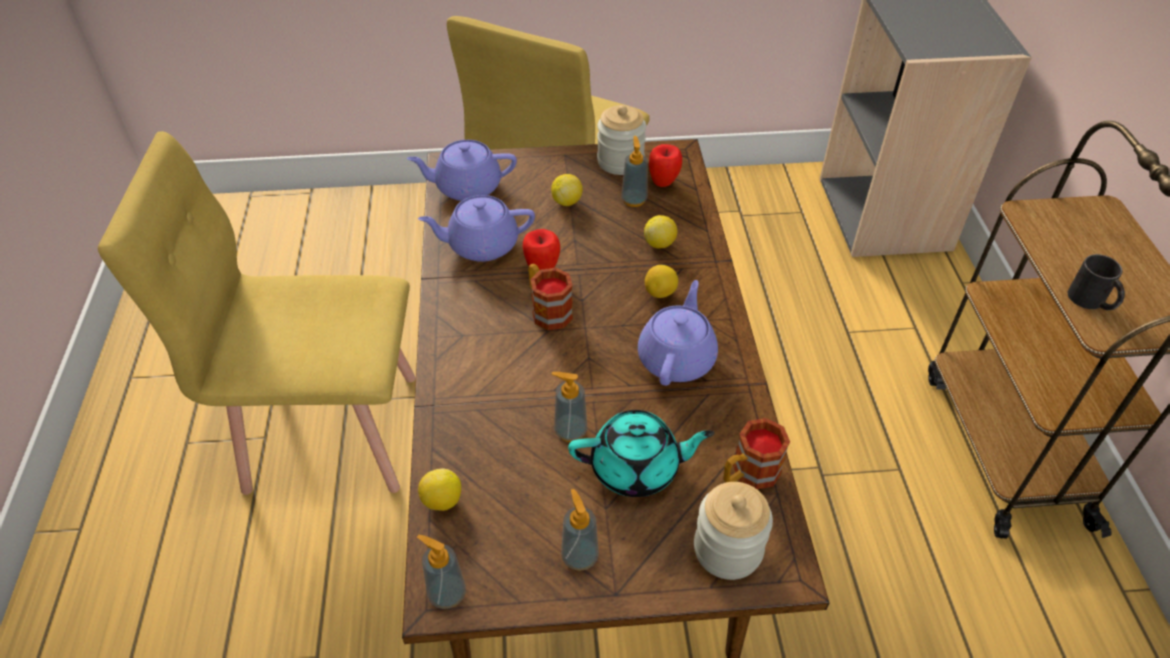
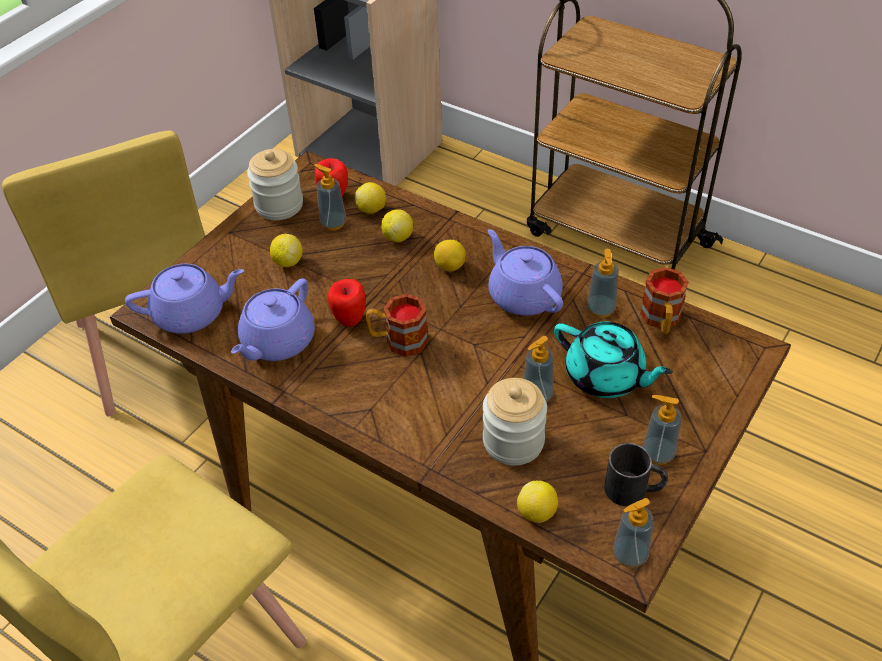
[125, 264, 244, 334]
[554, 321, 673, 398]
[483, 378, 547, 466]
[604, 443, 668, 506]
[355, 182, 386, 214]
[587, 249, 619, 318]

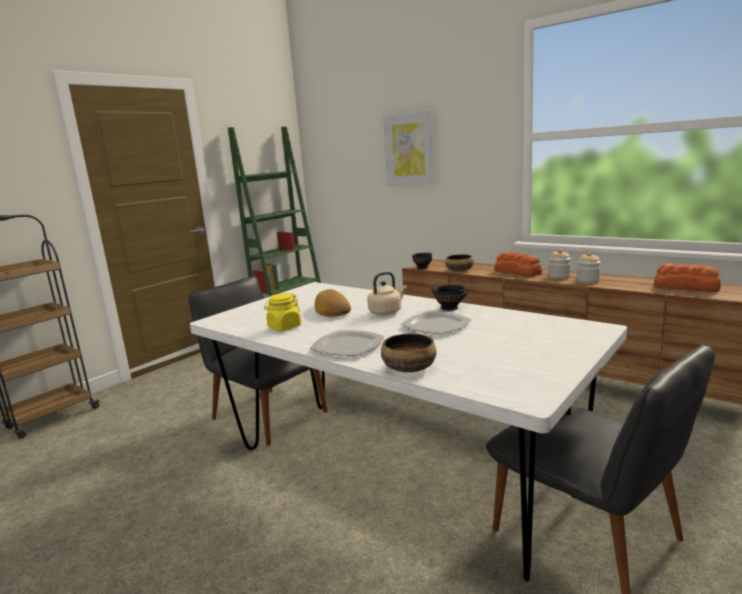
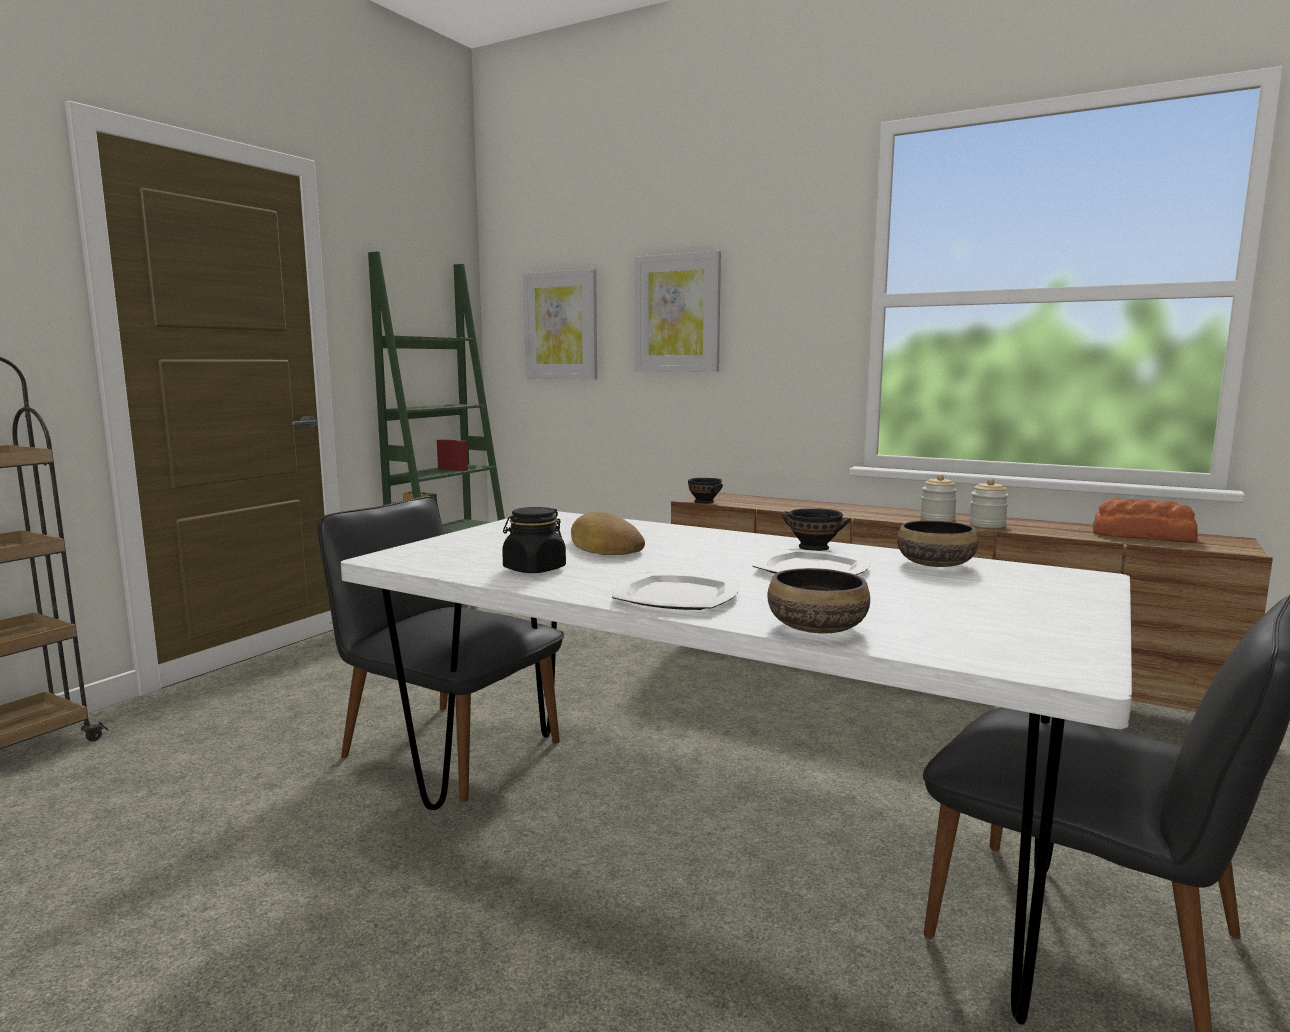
[502, 507, 566, 573]
[367, 272, 407, 315] (first image)
[897, 520, 979, 567]
[494, 252, 542, 277] (first image)
[523, 269, 597, 380]

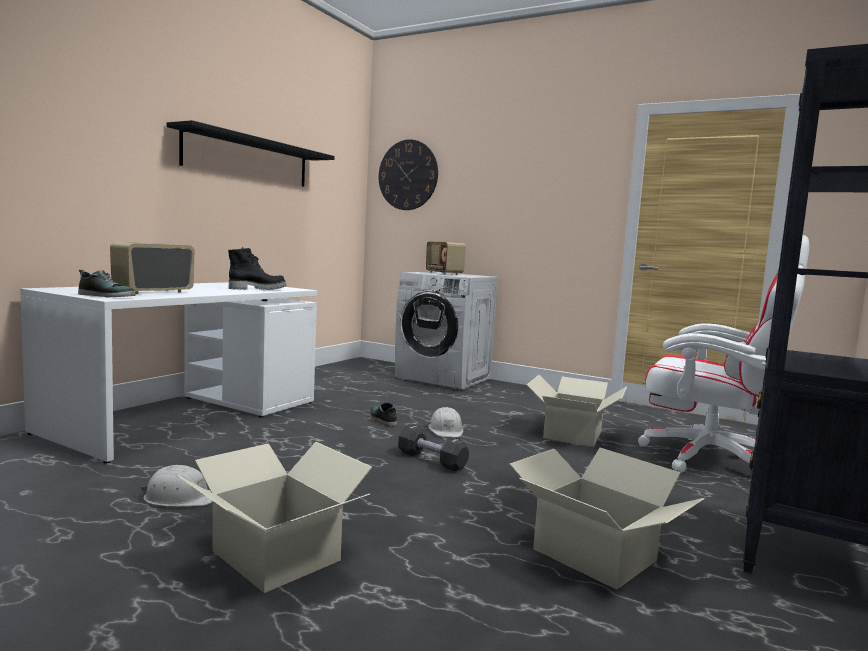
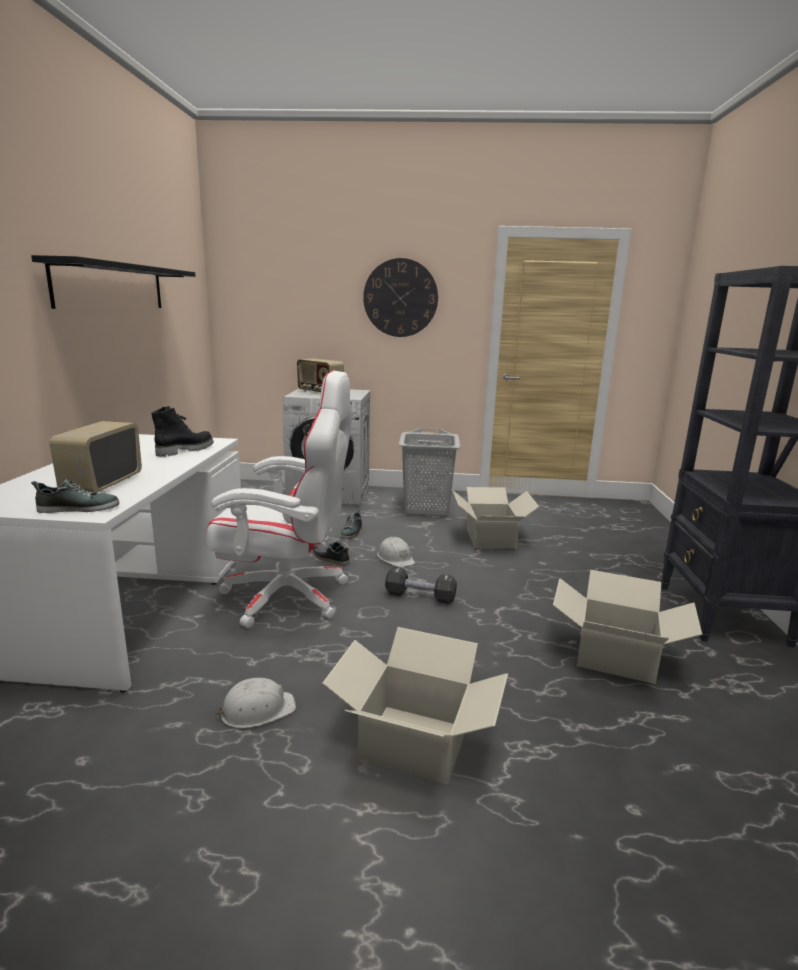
[363, 258, 438, 337]
[206, 370, 352, 628]
[340, 511, 362, 539]
[399, 428, 460, 516]

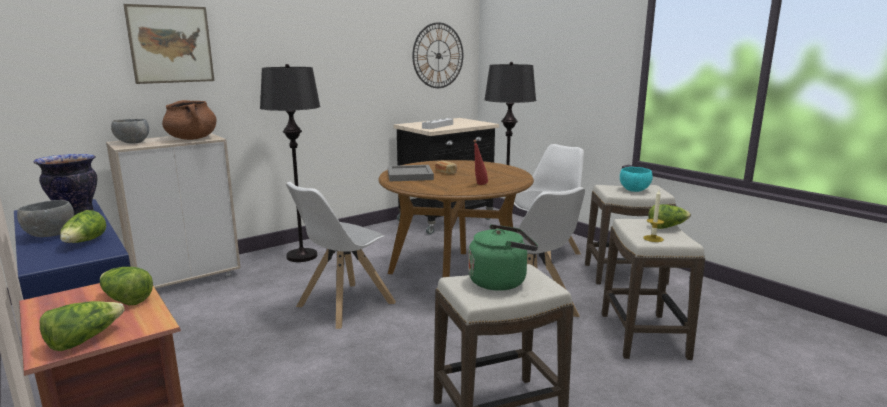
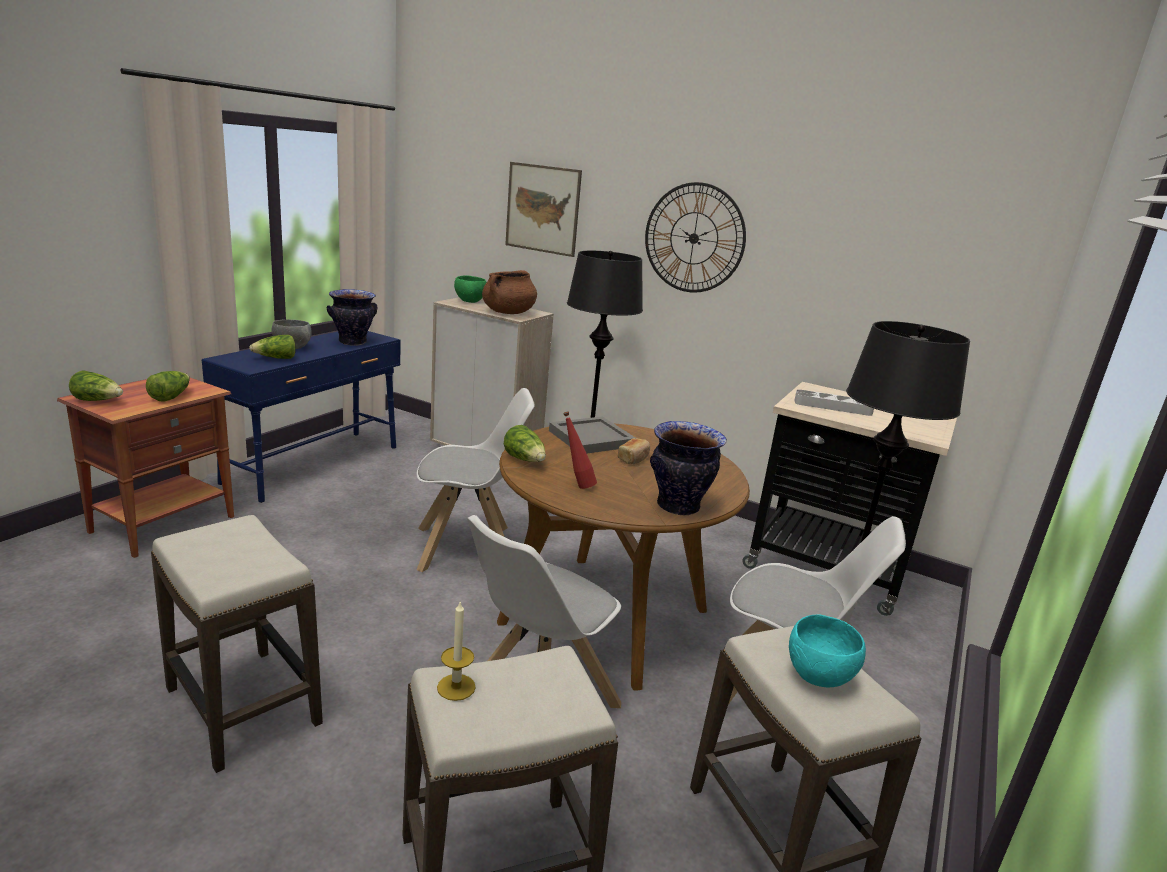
[454, 275, 487, 303]
[416, 388, 535, 572]
[645, 182, 746, 293]
[468, 224, 538, 291] (first image)
[504, 425, 546, 462]
[650, 421, 727, 515]

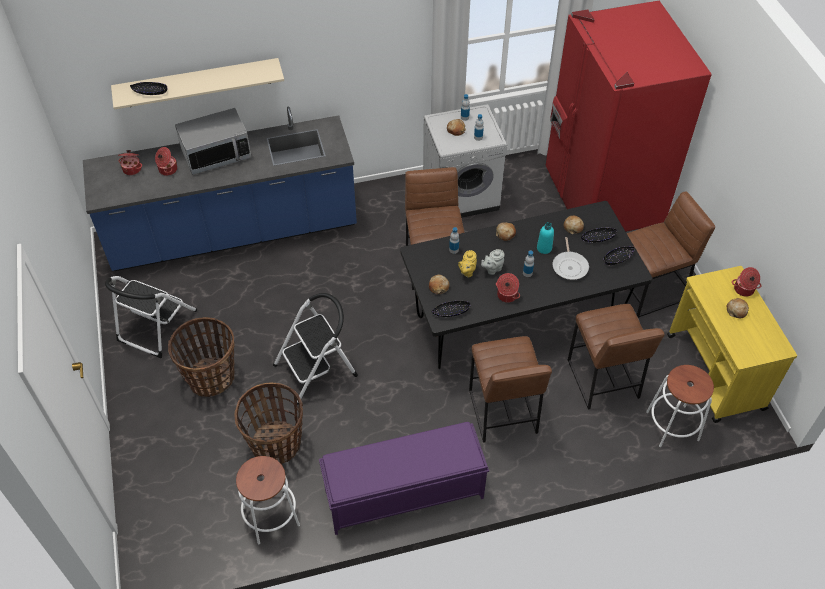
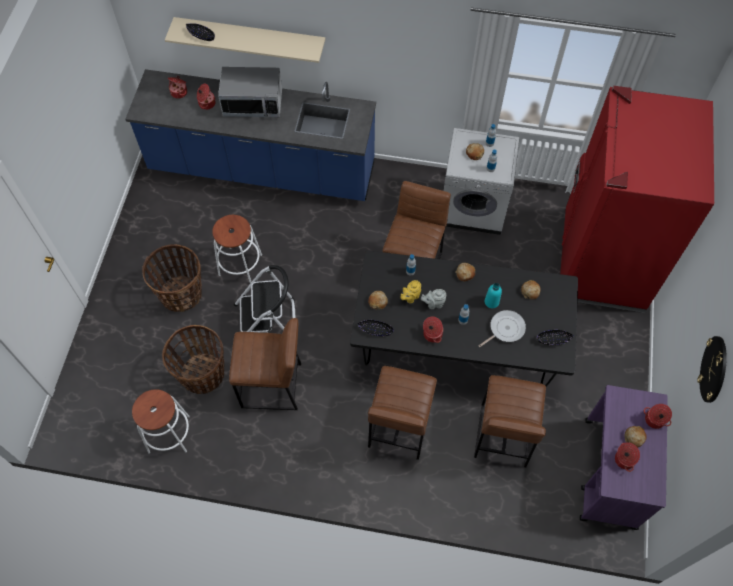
[105, 276, 197, 358] (first image)
[319, 422, 489, 535] (first image)
[478, 310, 526, 347]
[581, 228, 617, 243] (first image)
[229, 318, 301, 410]
[212, 215, 262, 283]
[580, 385, 668, 530]
[615, 442, 640, 472]
[697, 336, 727, 403]

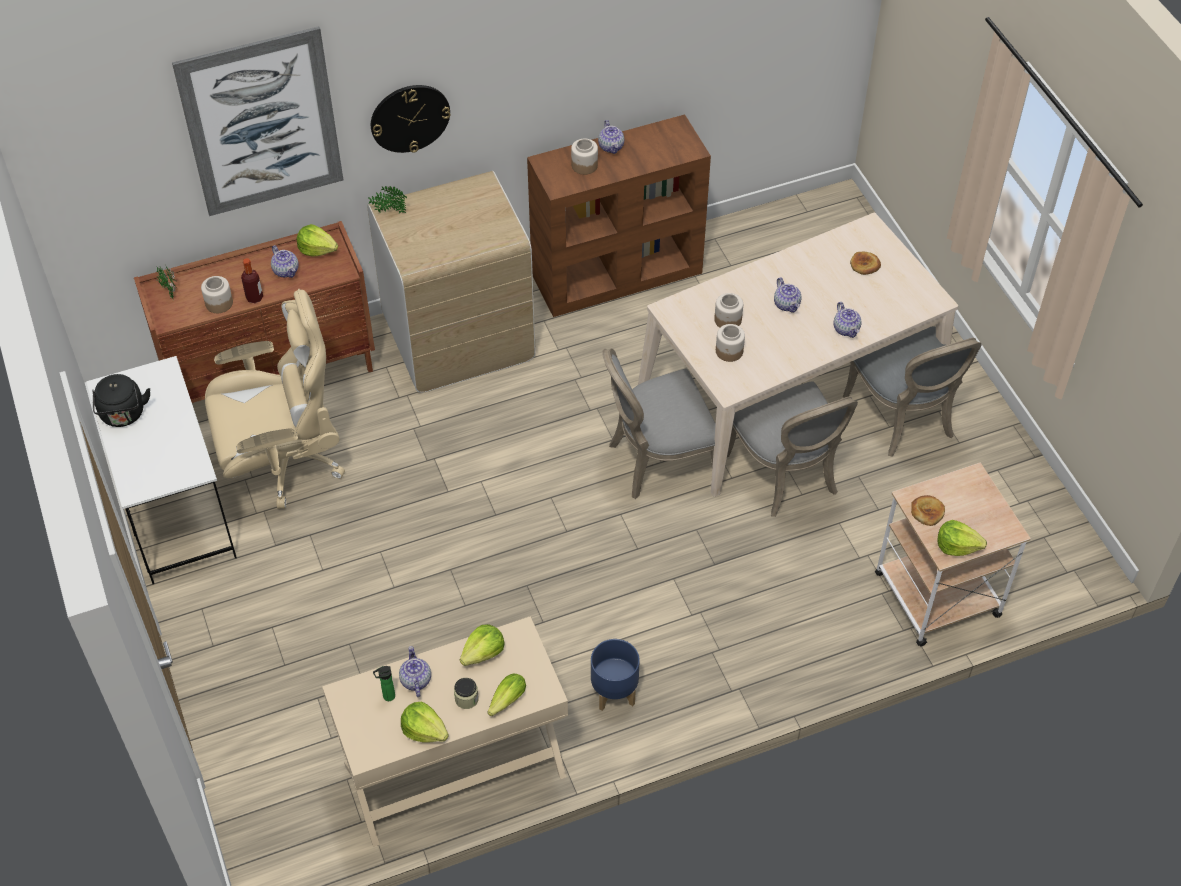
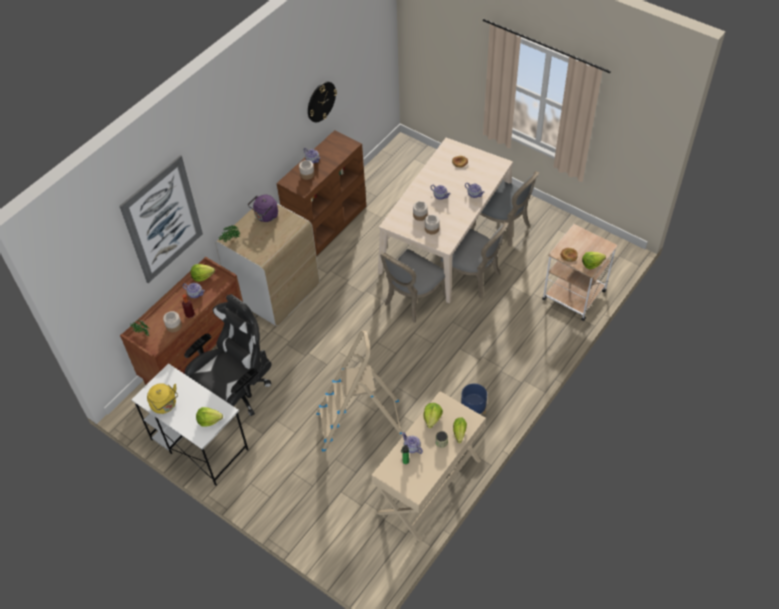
[147, 383, 178, 414]
[184, 294, 272, 416]
[308, 81, 337, 122]
[196, 407, 223, 427]
[248, 195, 278, 222]
[316, 331, 403, 451]

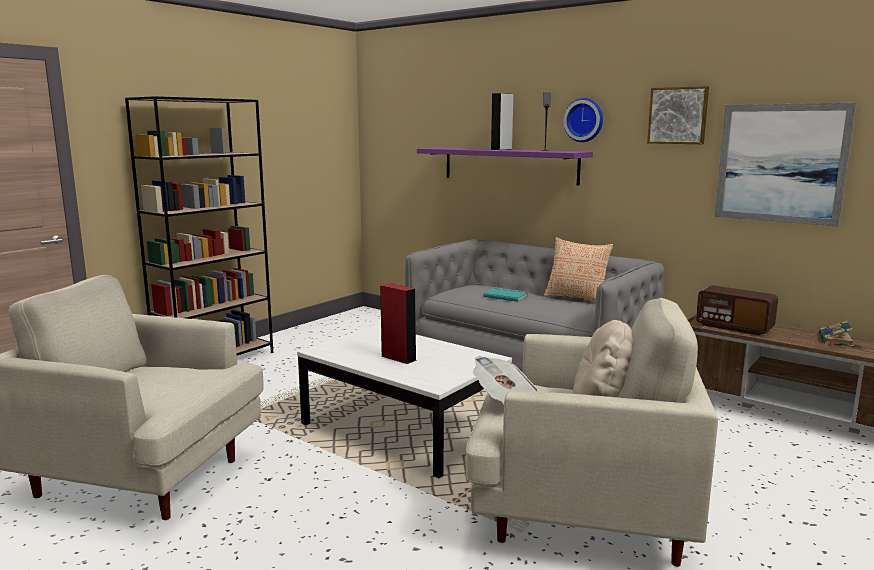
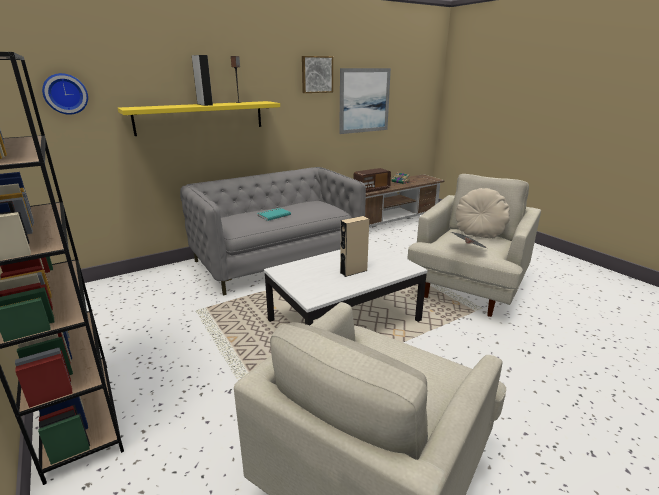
[340, 216, 369, 277]
[118, 101, 280, 136]
[544, 237, 613, 302] (first image)
[42, 73, 88, 115]

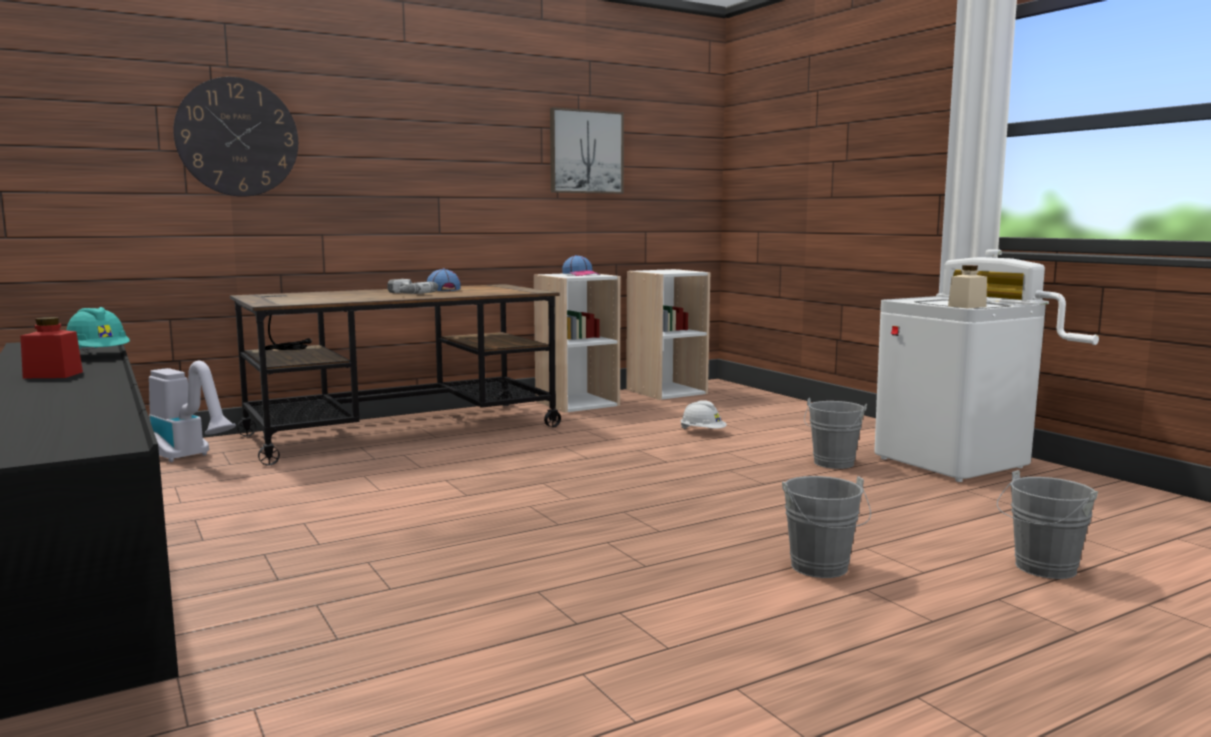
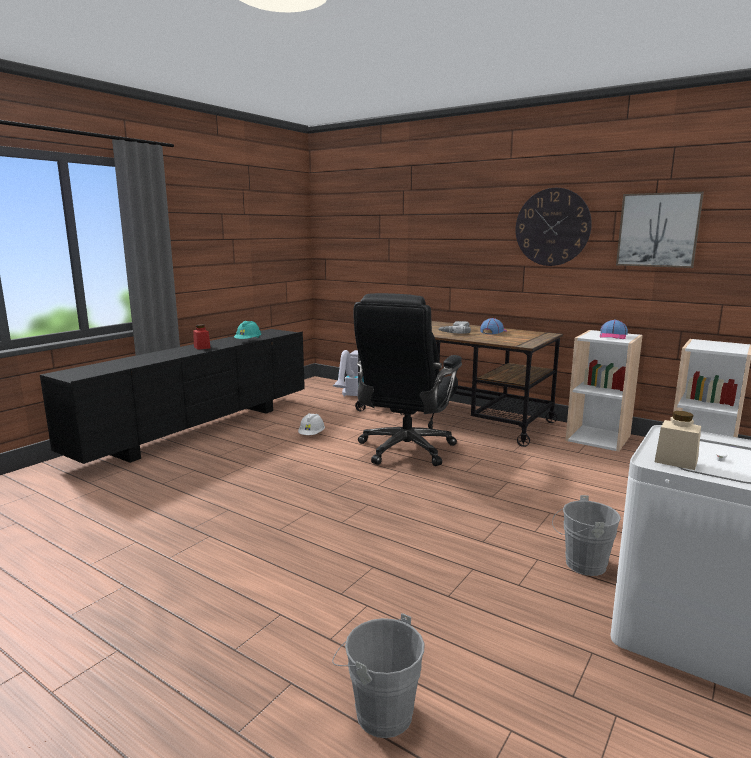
[515, 188, 592, 266]
[298, 413, 325, 435]
[782, 476, 871, 578] (first image)
[353, 293, 462, 466]

